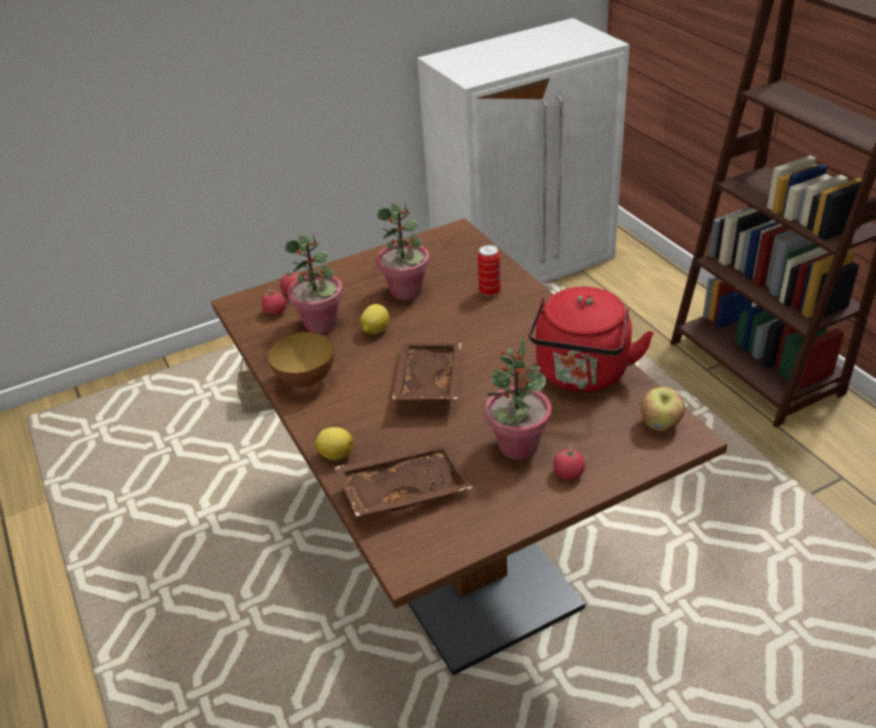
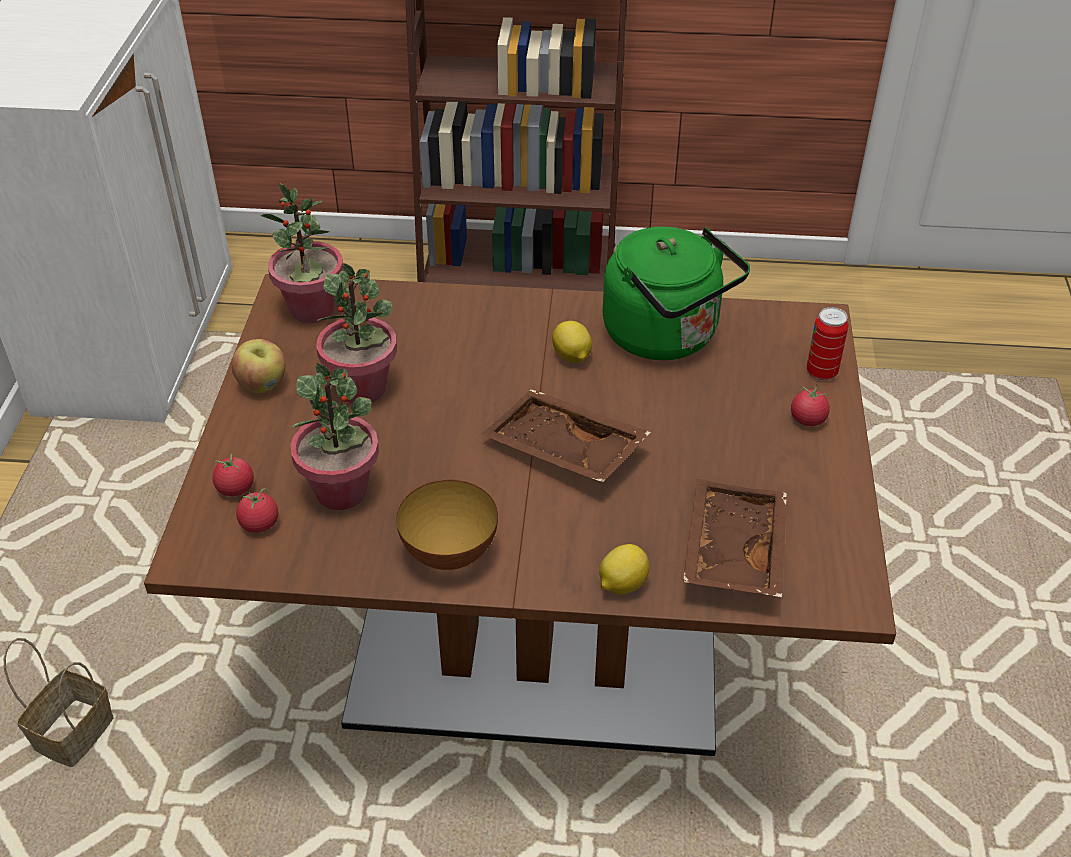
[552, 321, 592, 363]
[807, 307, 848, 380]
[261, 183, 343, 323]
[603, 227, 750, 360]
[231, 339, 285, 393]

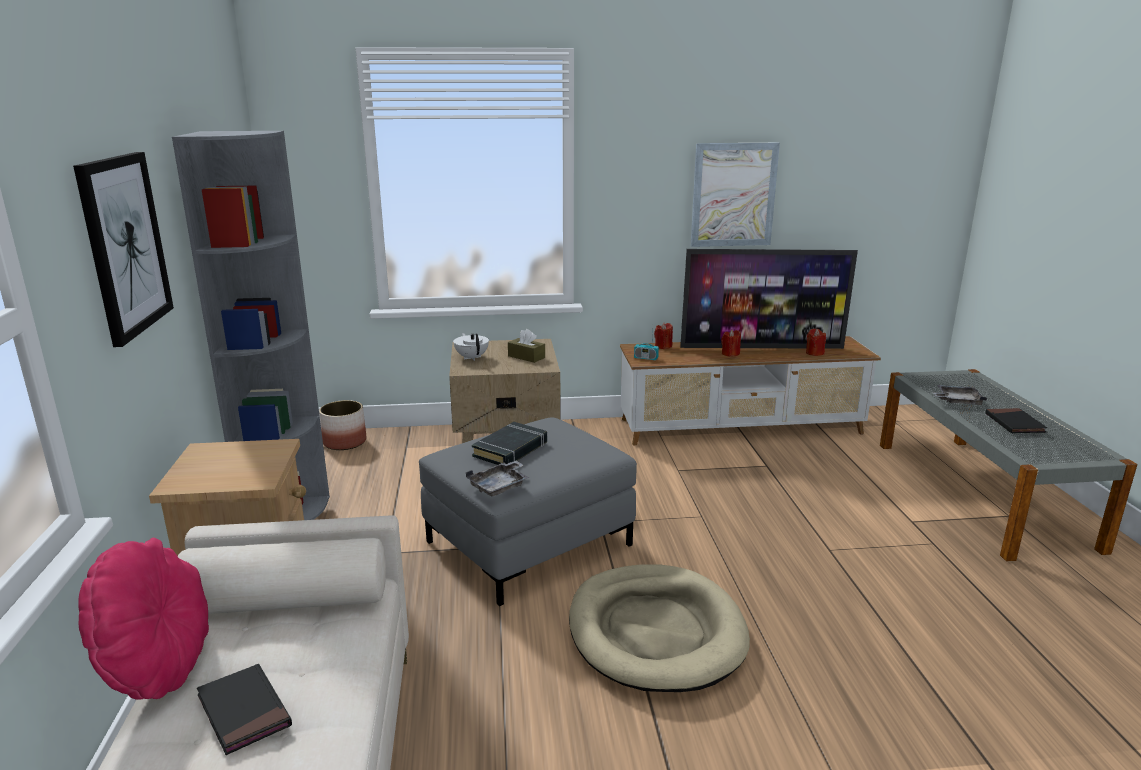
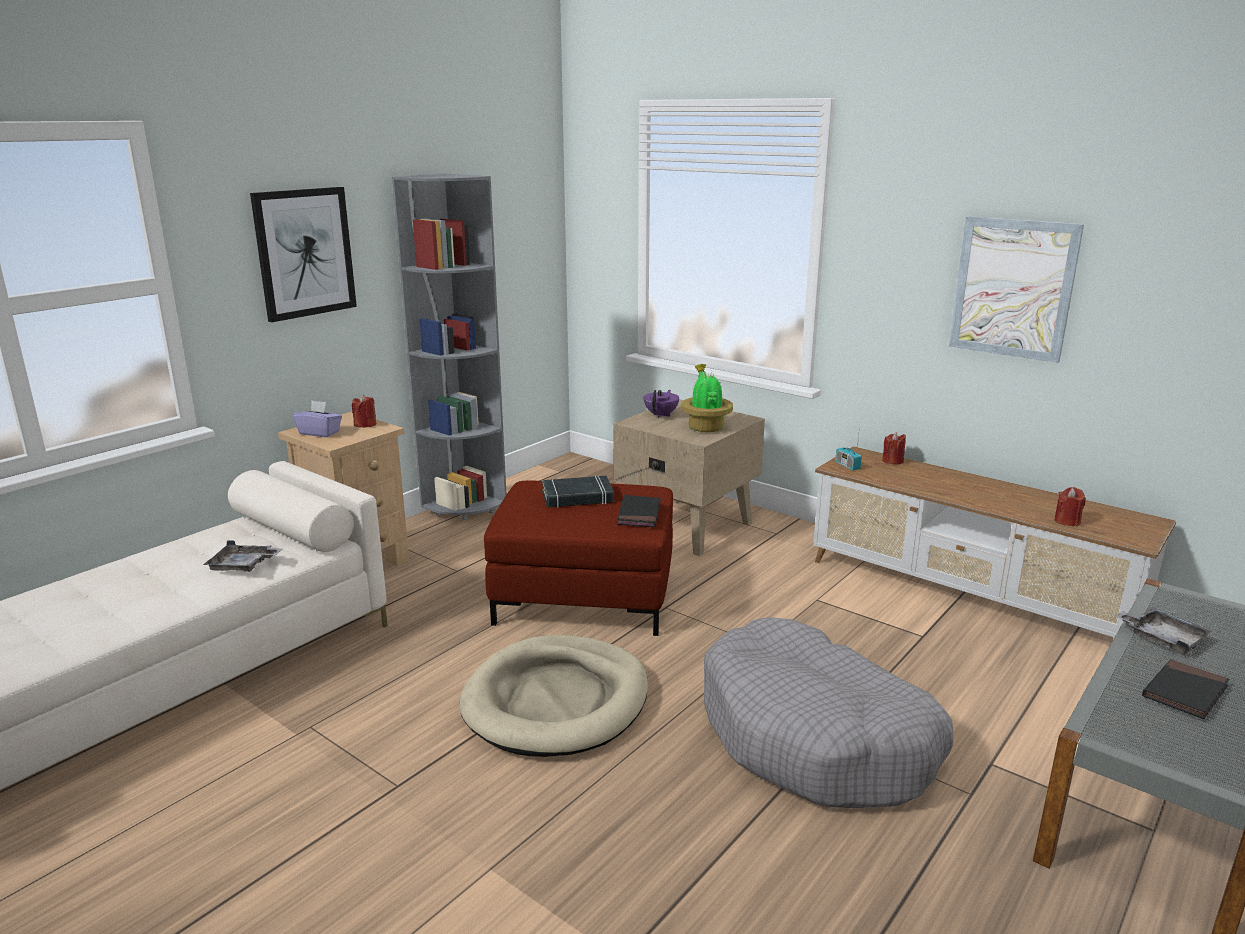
[78, 538, 209, 700] (first image)
[617, 495, 660, 528]
[319, 400, 366, 450] (first image)
[484, 481, 673, 636]
[643, 390, 679, 418]
[203, 540, 283, 572]
[681, 364, 733, 432]
[680, 249, 858, 349] (first image)
[352, 395, 377, 428]
[292, 401, 342, 437]
[704, 617, 953, 808]

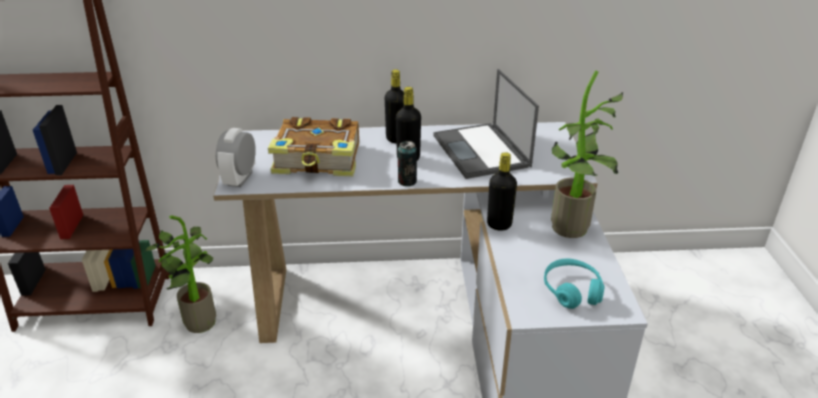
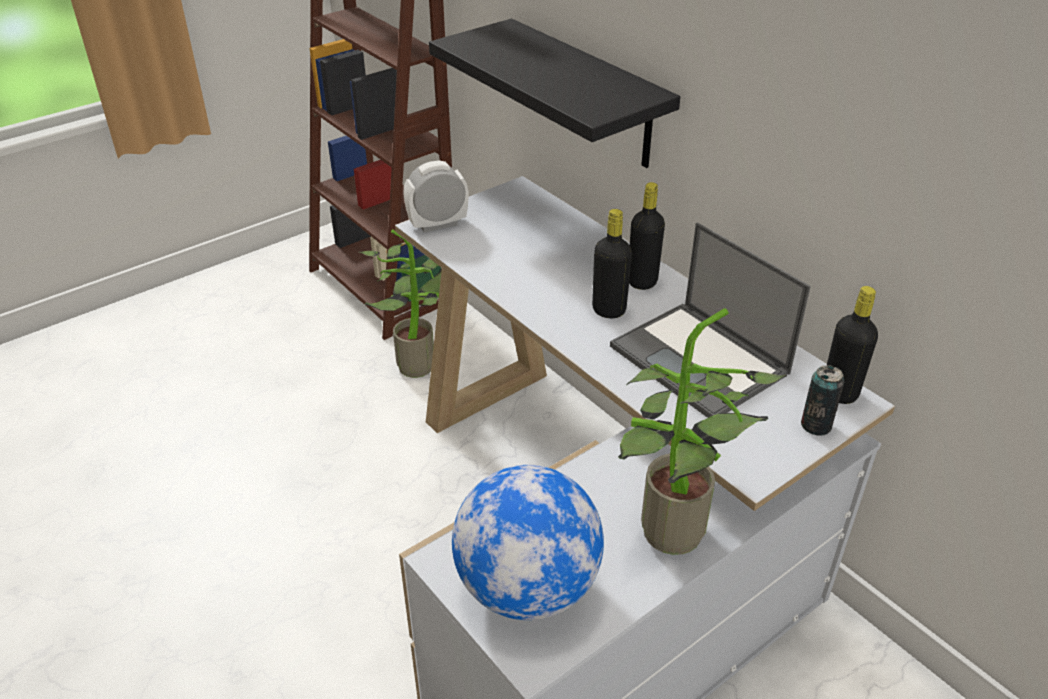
[268, 117, 359, 176] (first image)
[801, 365, 845, 436]
[610, 222, 811, 418]
[827, 286, 878, 404]
[452, 465, 604, 620]
[429, 19, 680, 168]

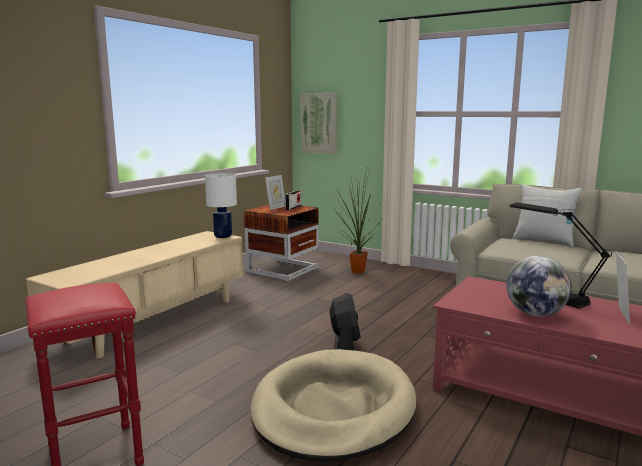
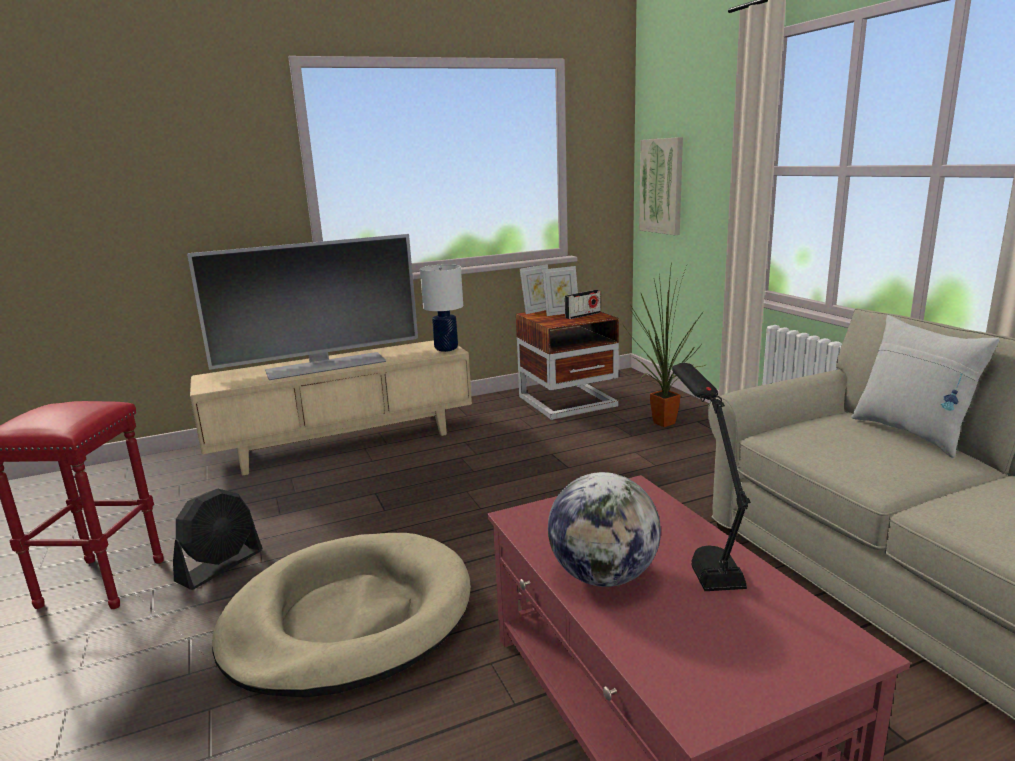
[173, 489, 262, 590]
[520, 264, 548, 314]
[187, 234, 418, 380]

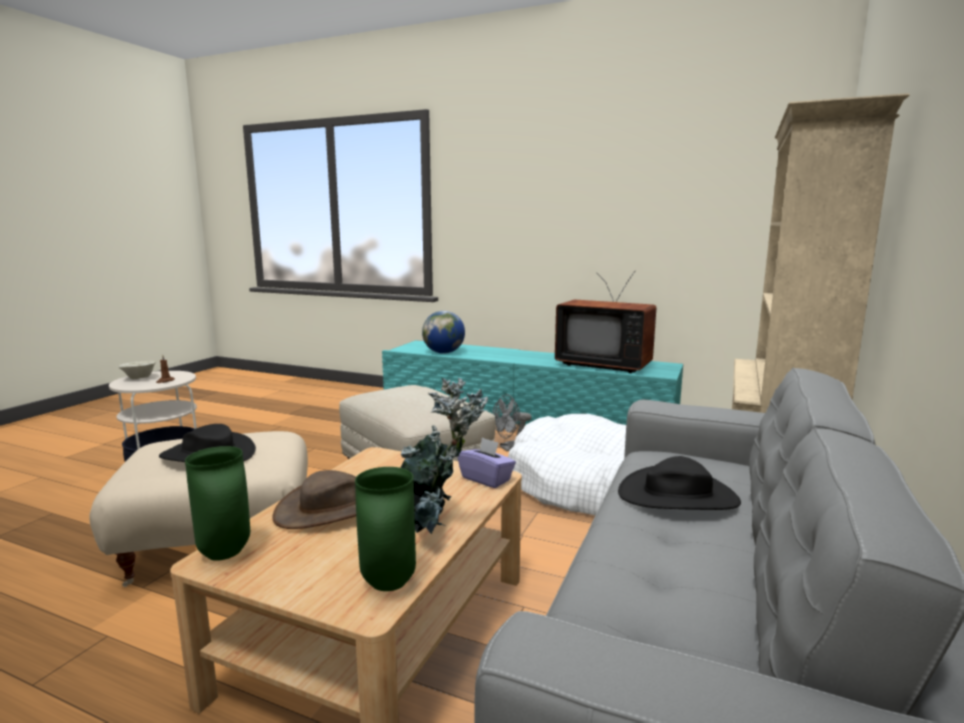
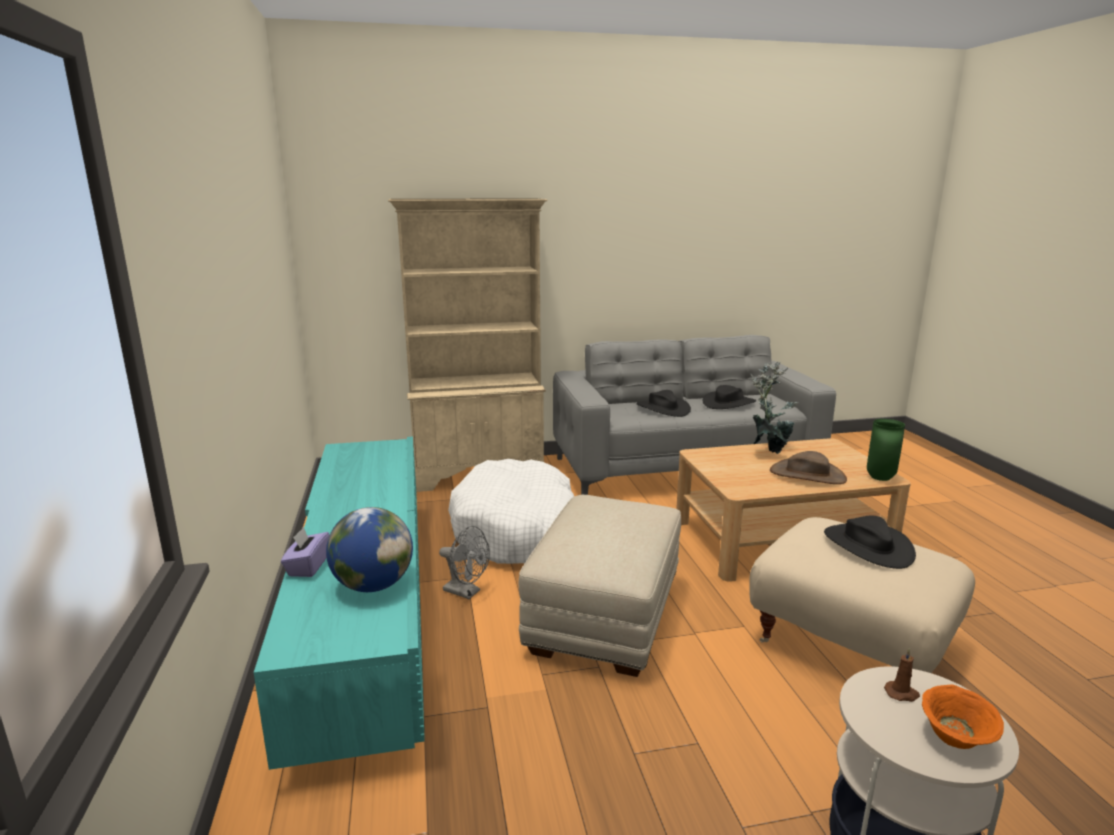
[922, 685, 1004, 749]
[355, 467, 416, 591] (first image)
[281, 527, 329, 577]
[555, 271, 656, 373] (first image)
[703, 385, 756, 409]

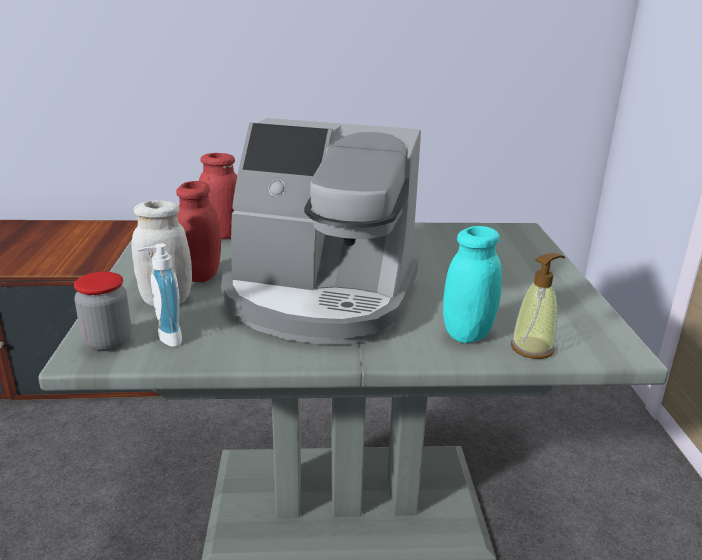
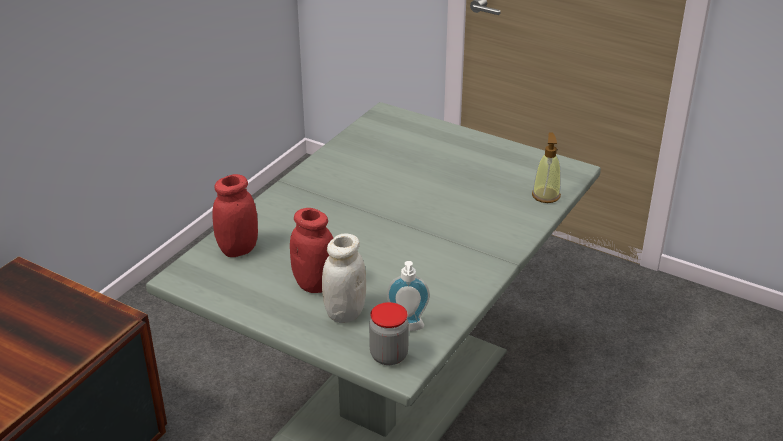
[221, 118, 421, 345] (first image)
[443, 226, 502, 343] (first image)

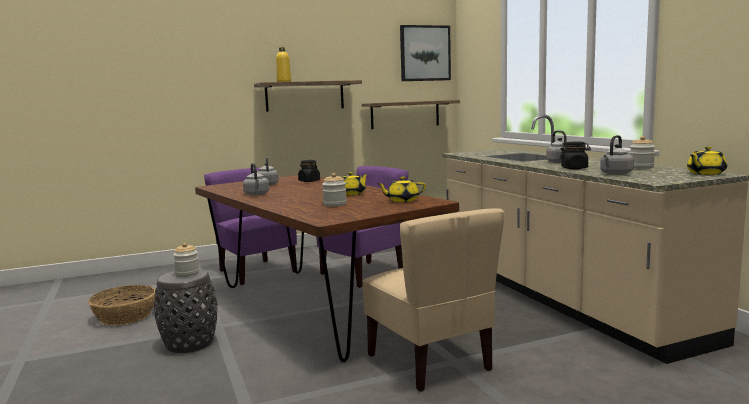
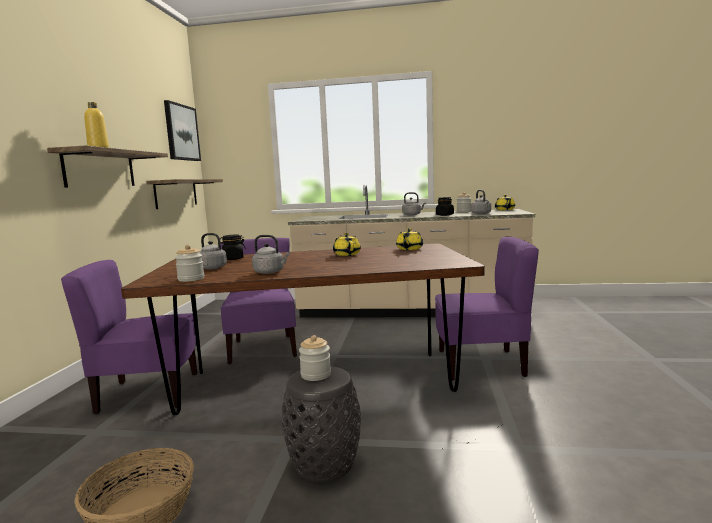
[175, 245, 204, 282]
[435, 237, 539, 381]

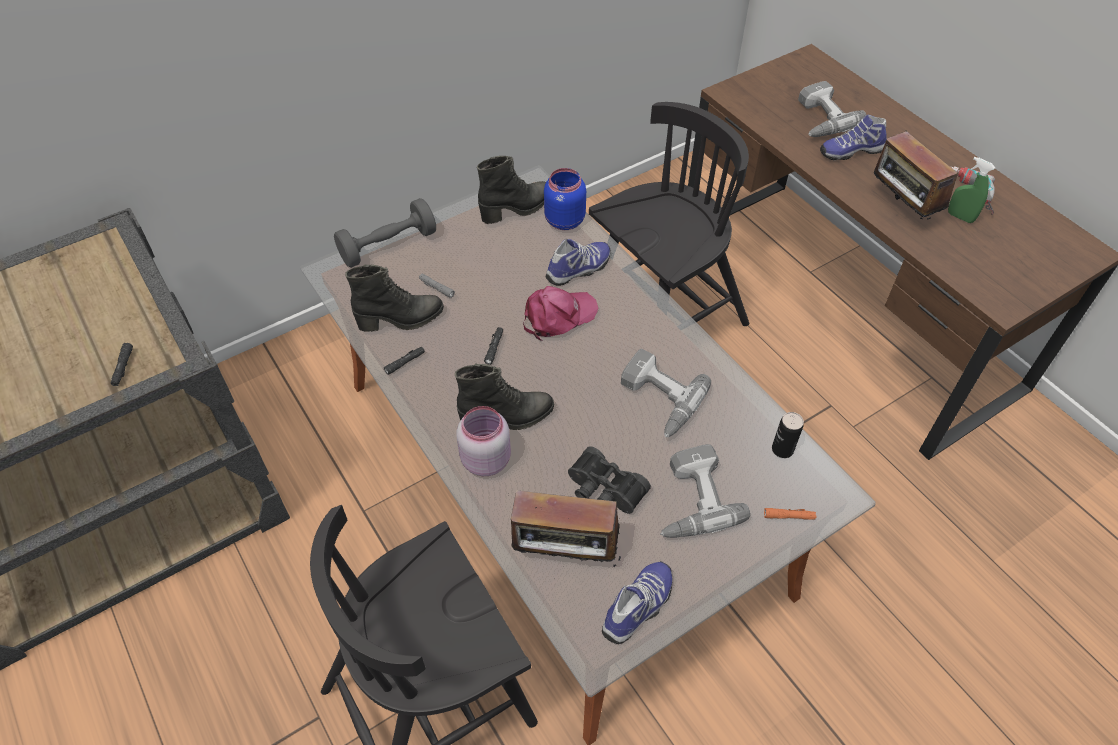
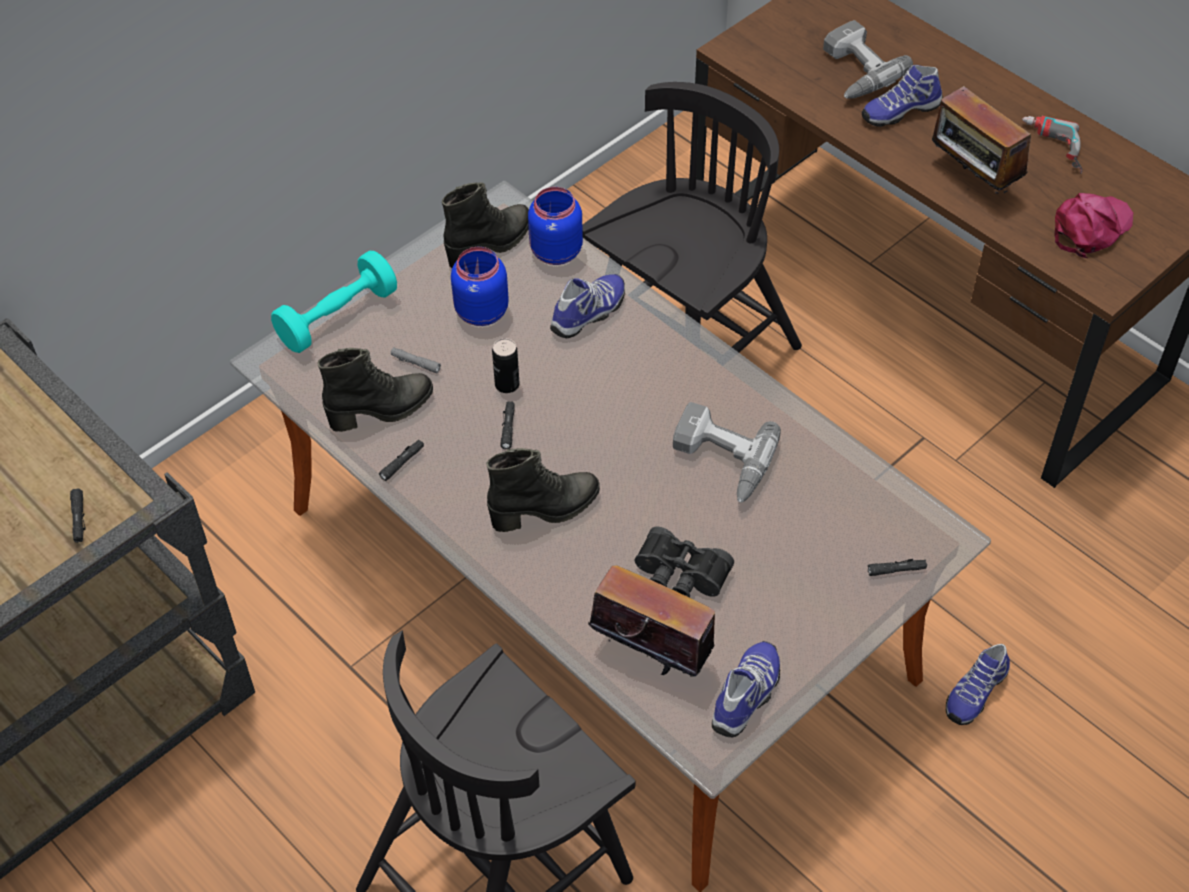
[271, 250, 397, 353]
[457, 406, 511, 476] (first image)
[588, 565, 715, 677]
[1054, 193, 1133, 258]
[660, 444, 750, 538] (first image)
[868, 559, 927, 576]
[492, 338, 520, 393]
[948, 157, 995, 223] (first image)
[451, 247, 509, 326]
[946, 644, 1010, 725]

